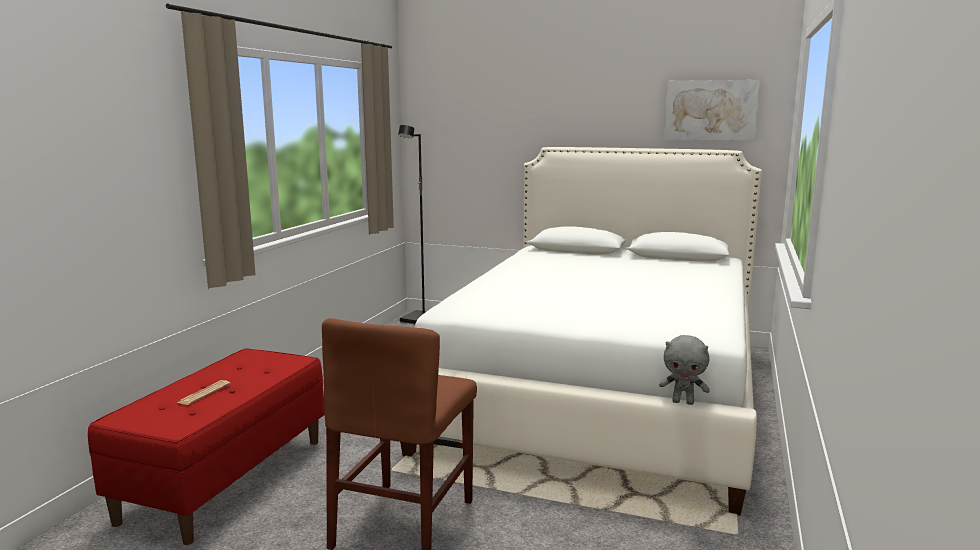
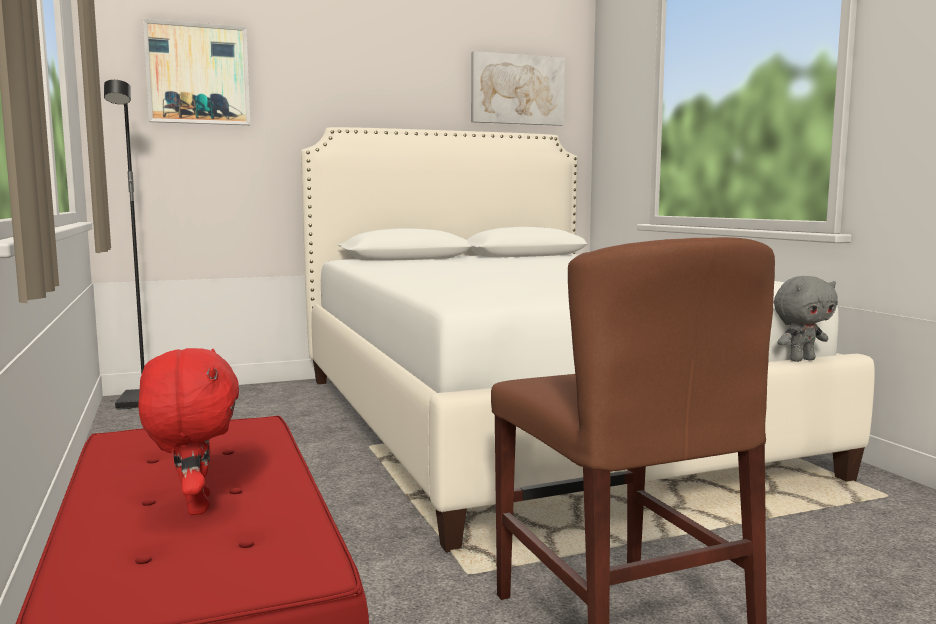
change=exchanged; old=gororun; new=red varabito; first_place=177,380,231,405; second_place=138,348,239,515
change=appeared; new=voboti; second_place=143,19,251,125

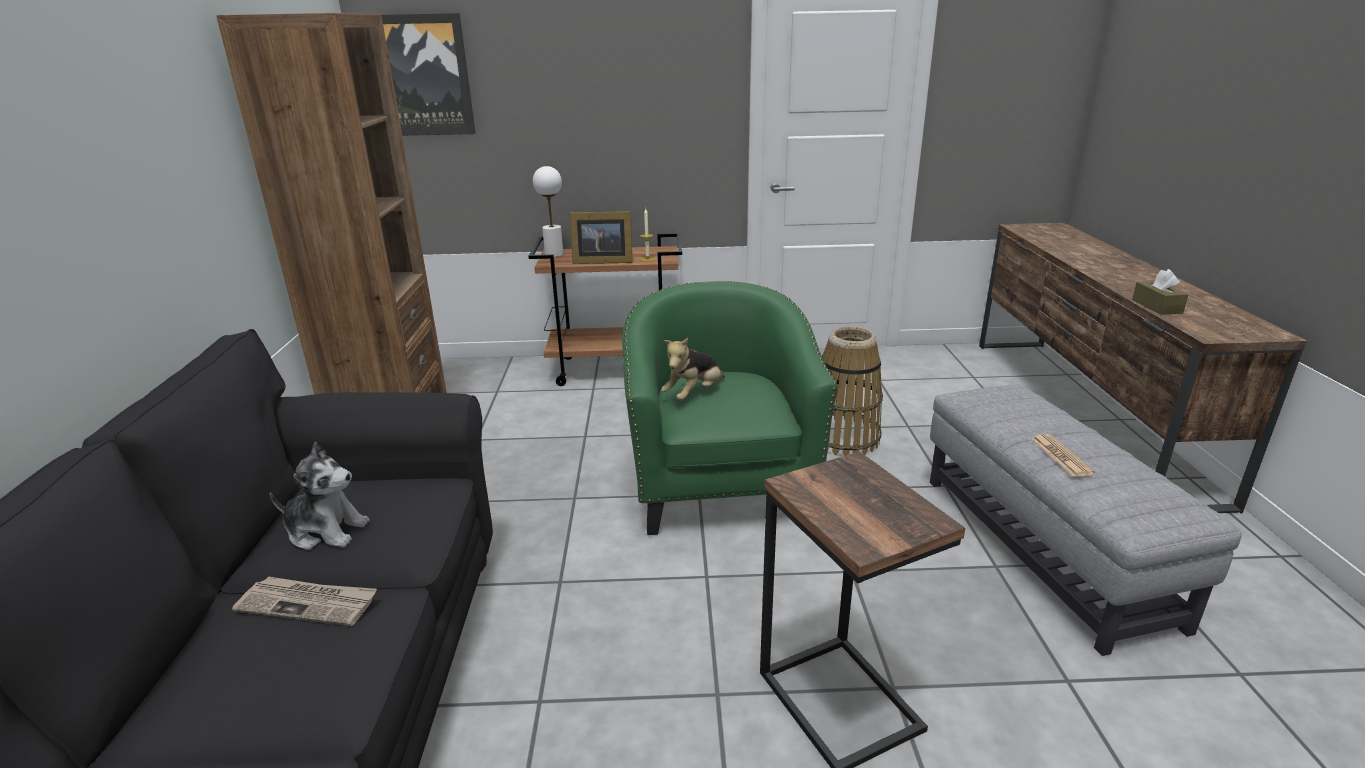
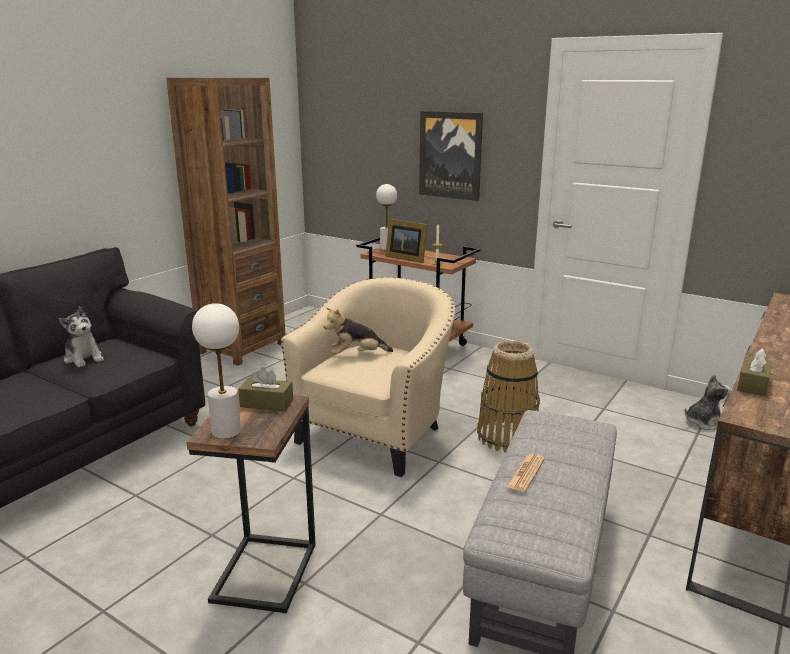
change=missing; old=gororun; first_place=232,577,377,626
change=relocated; old=voboti; first_place=382,13,476,136; second_place=419,111,483,201
change=colour; old=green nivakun; new=beige nivakun; first_place=622,281,838,535; second_place=281,277,455,477
change=appeared; new=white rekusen; second_place=192,303,241,439
change=appeared; new=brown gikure; second_place=238,367,293,411
change=appeared; new=varabito; second_place=685,375,731,430

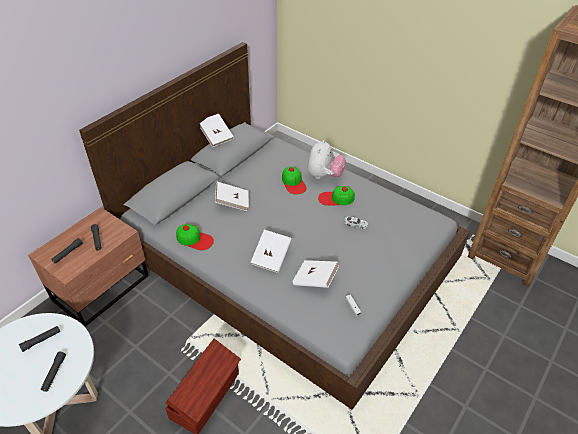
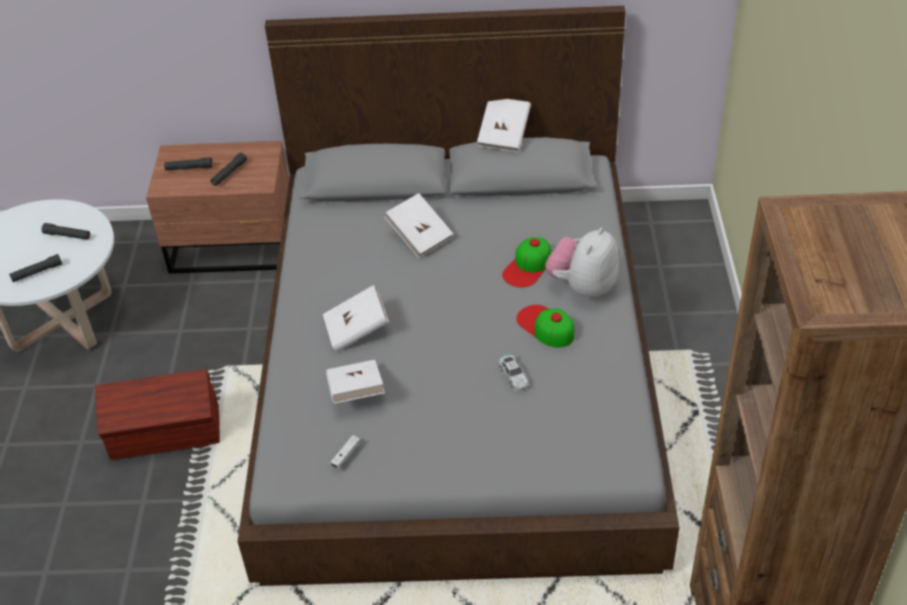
change=missing; old=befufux; first_place=176,224,214,250
change=spun; old=varabito; first_place=307,140,346,179; second_place=545,227,619,299; degrees=135

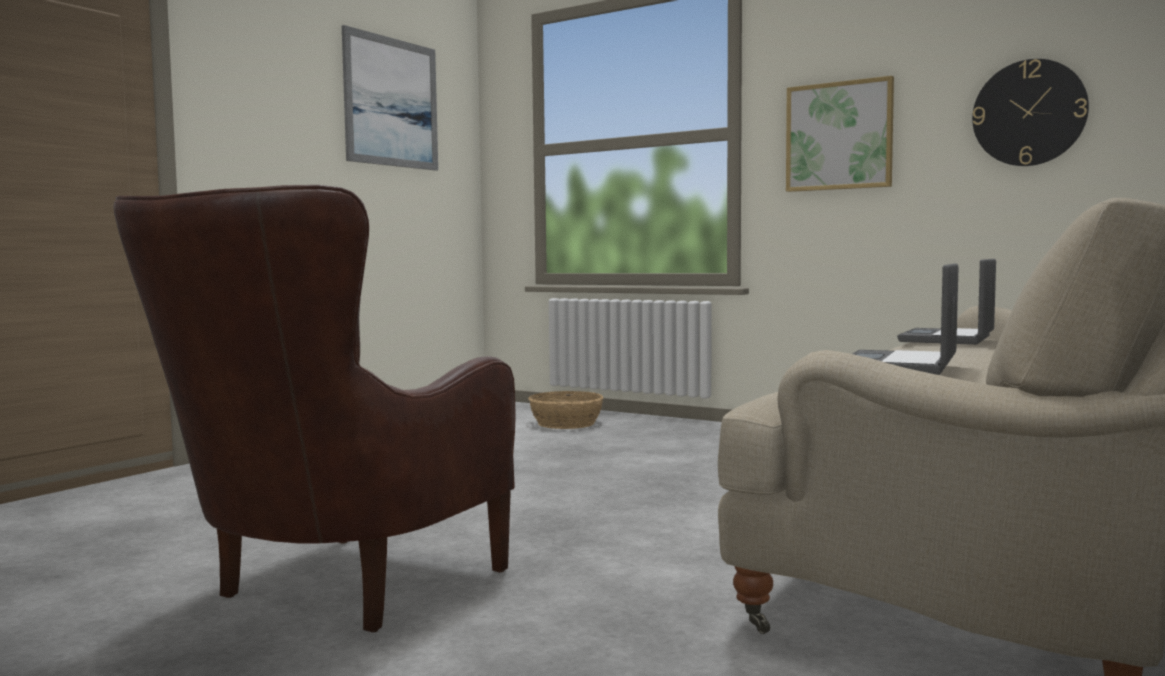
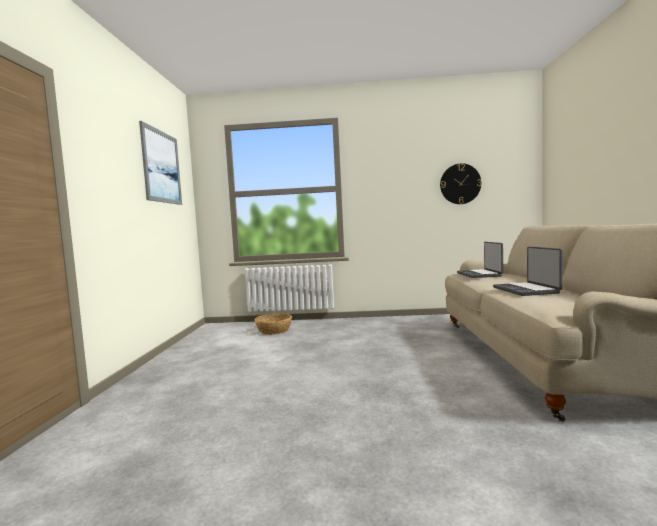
change=missing; old=brown nivakun; first_place=114,185,516,632
change=missing; old=voboti; first_place=786,76,894,192

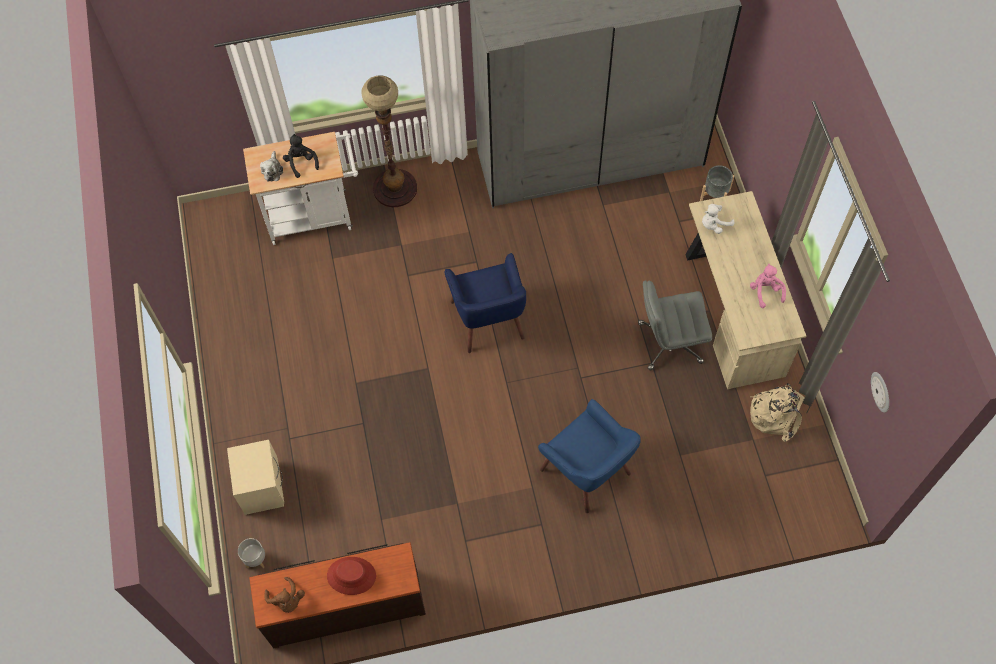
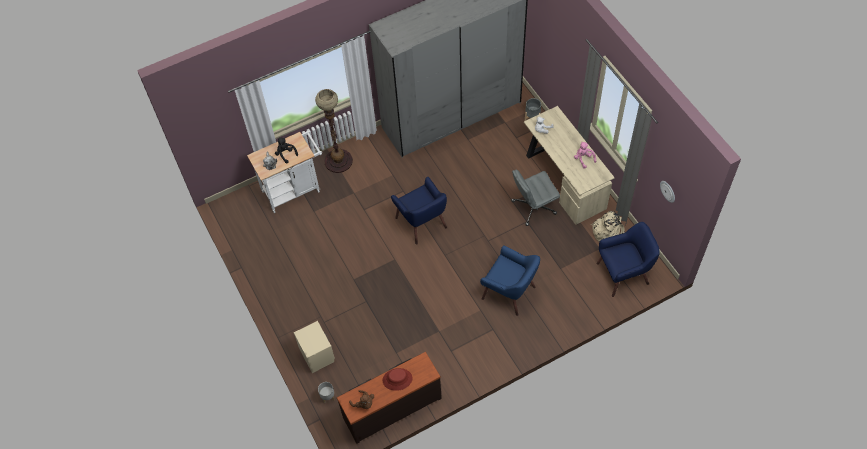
change=appeared; new=blue nivakun; second_place=596,222,660,297

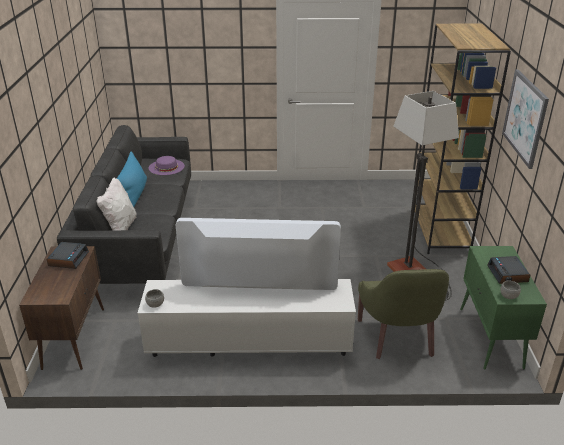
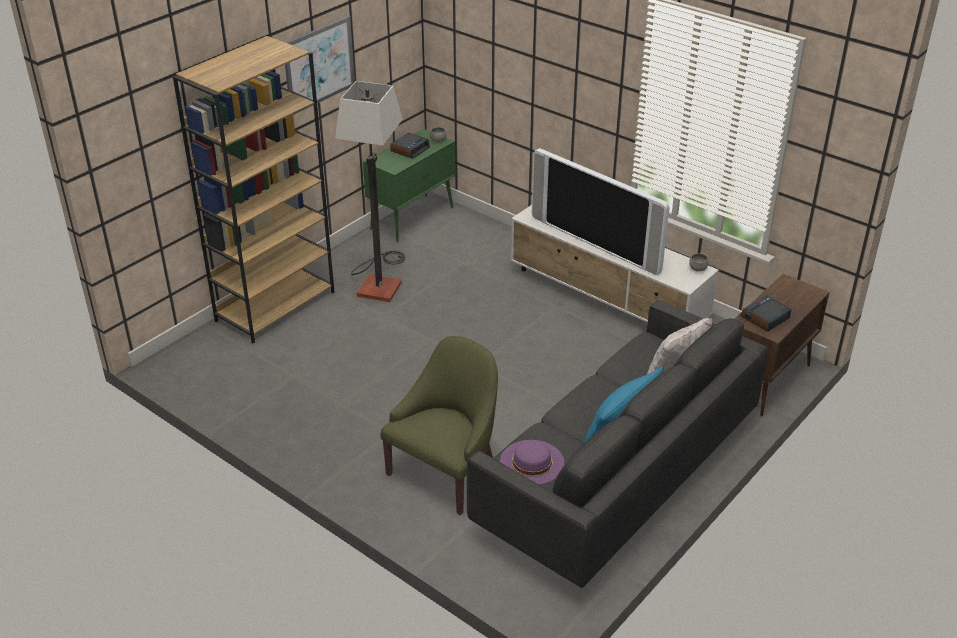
change=relocated; old=green nivakun; first_place=358,269,449,359; second_place=380,336,498,515

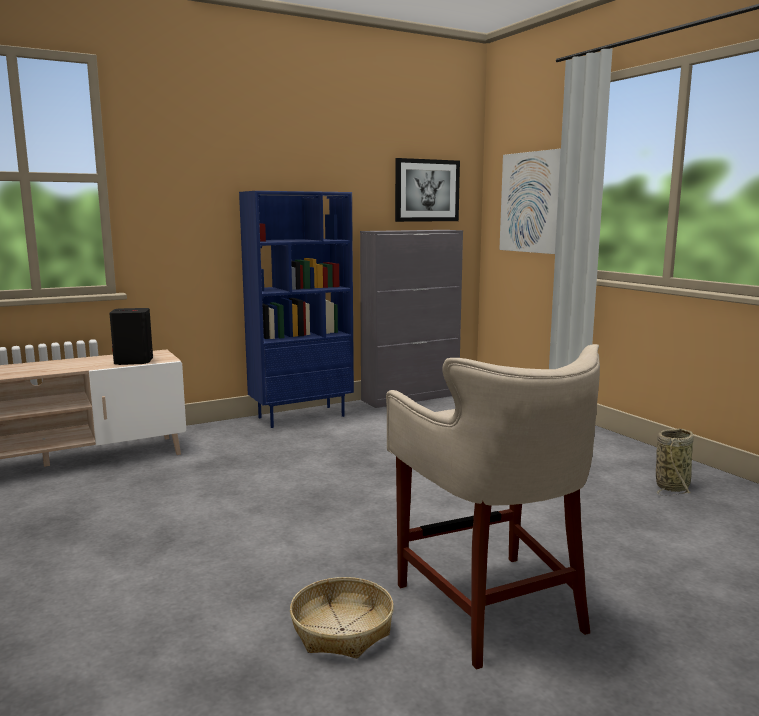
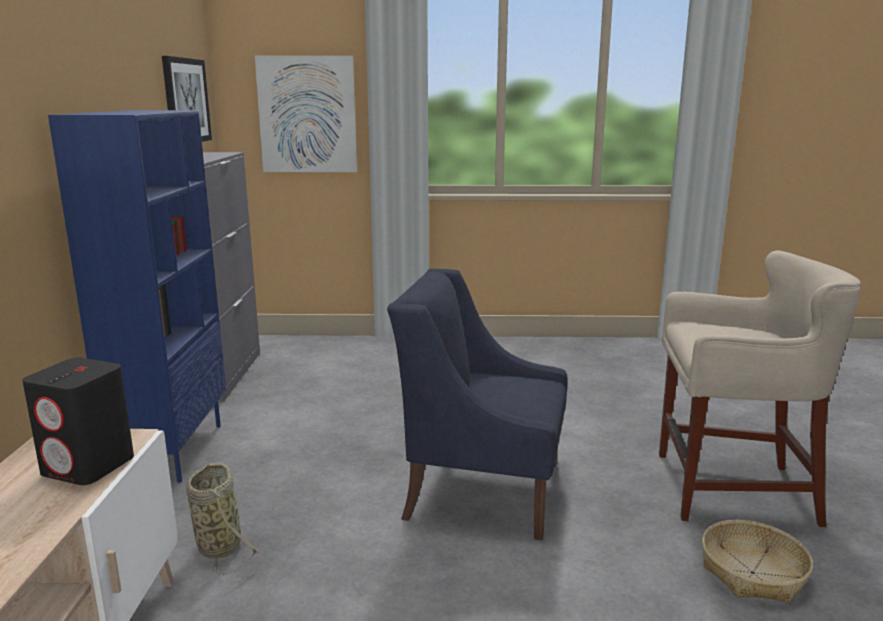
change=relocated; old=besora; first_place=656,429,694,496; second_place=186,463,260,575
change=appeared; new=blue nivakun; second_place=387,268,568,540

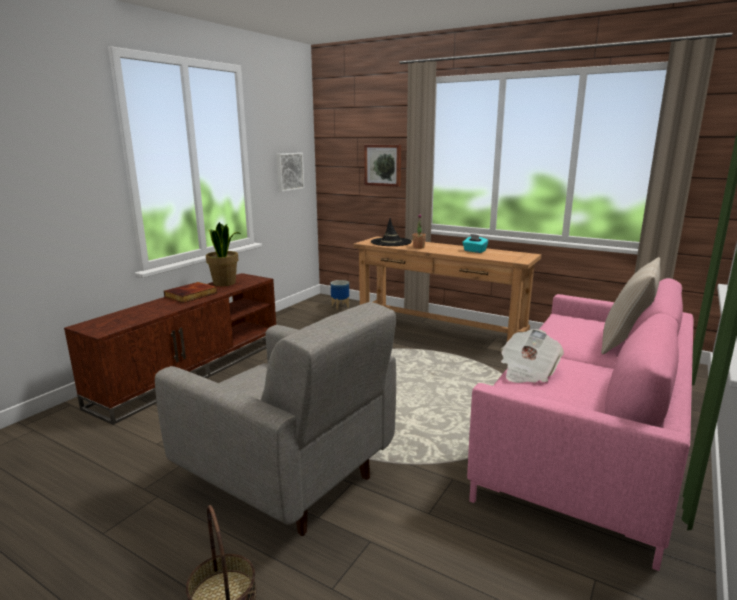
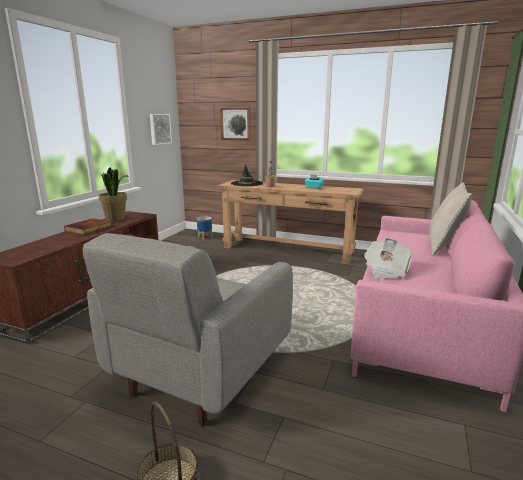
change=spun; old=grey nivakun; first_place=155,302,396,536; second_place=83,233,293,427; degrees=90

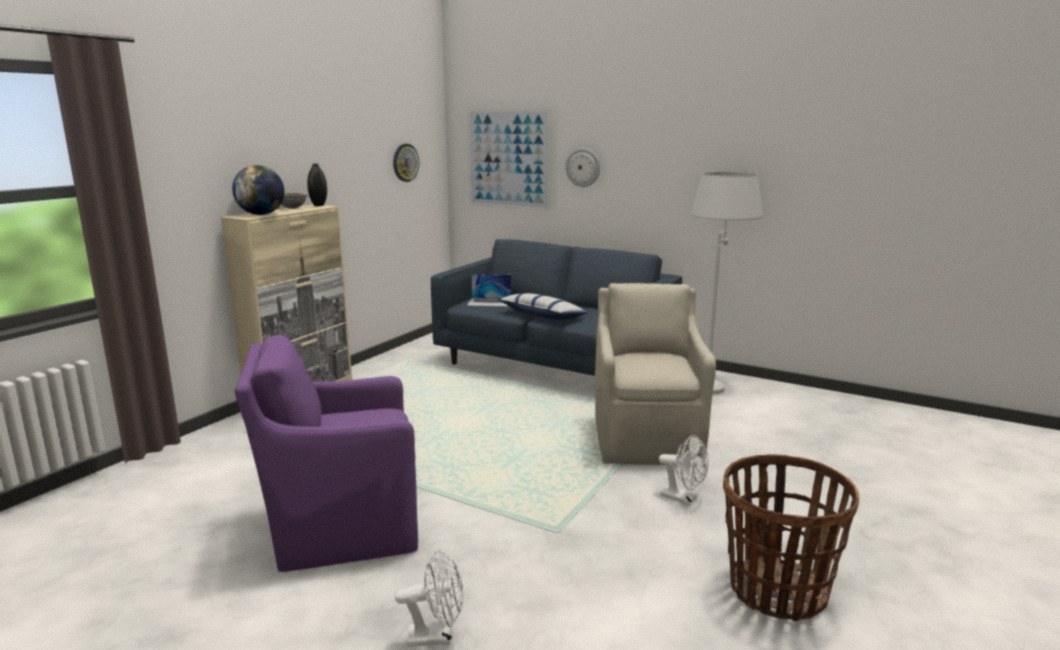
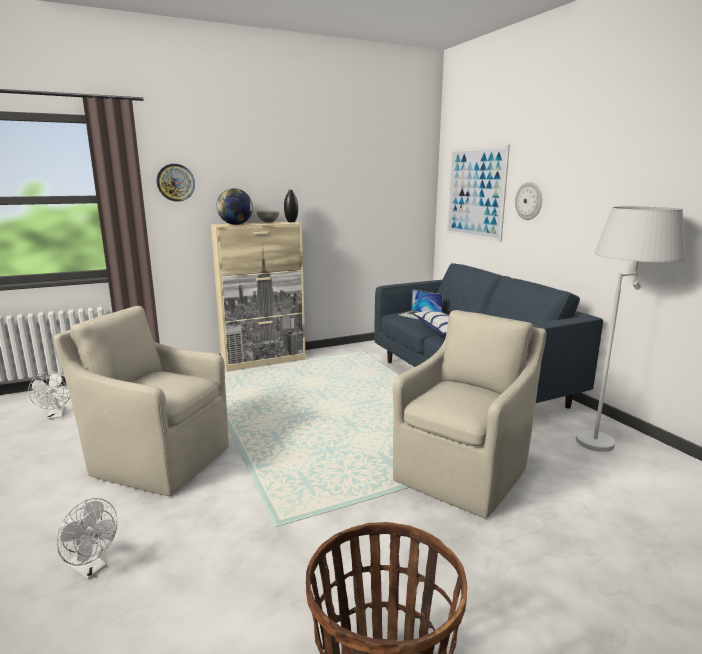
change=colour; old=purple nivakun; new=beige nivakun; first_place=235,335,418,572; second_place=53,306,229,496
change=relocated; old=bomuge; first_place=393,144,419,182; second_place=157,164,195,202
change=relocated; old=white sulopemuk; first_place=659,435,709,505; second_place=28,372,70,419

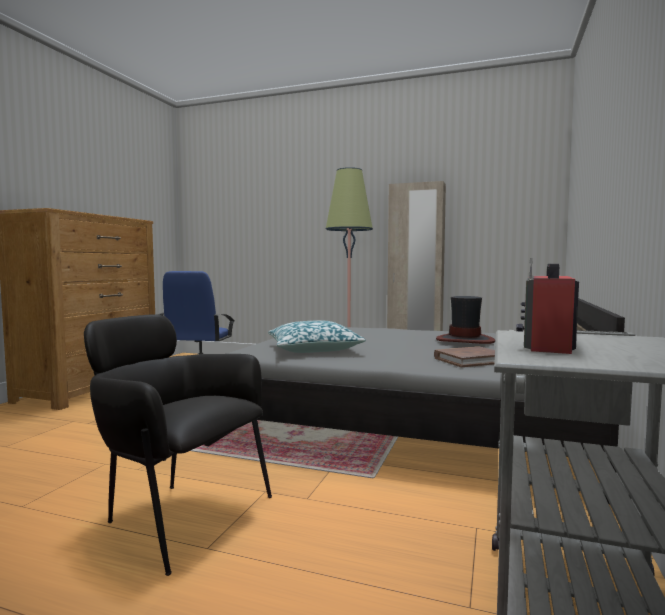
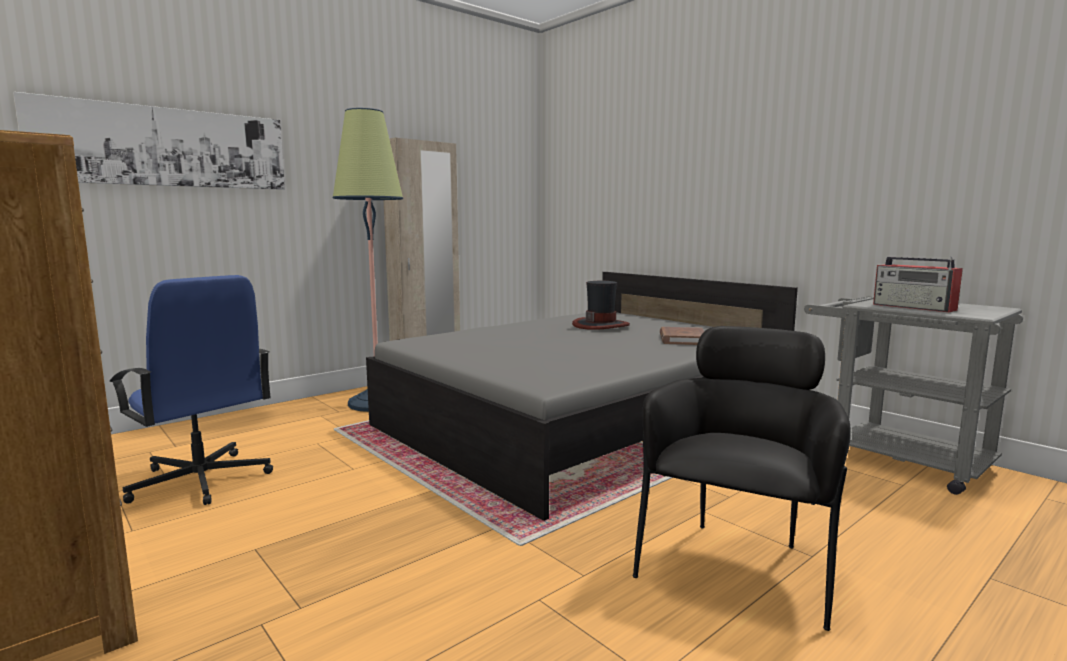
change=spun; old=black nivakun; first_place=84,314,272,576; second_place=632,326,851,631; degrees=150
change=missing; old=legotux; first_place=268,320,366,353
change=appeared; new=voboti; second_place=13,92,285,190

